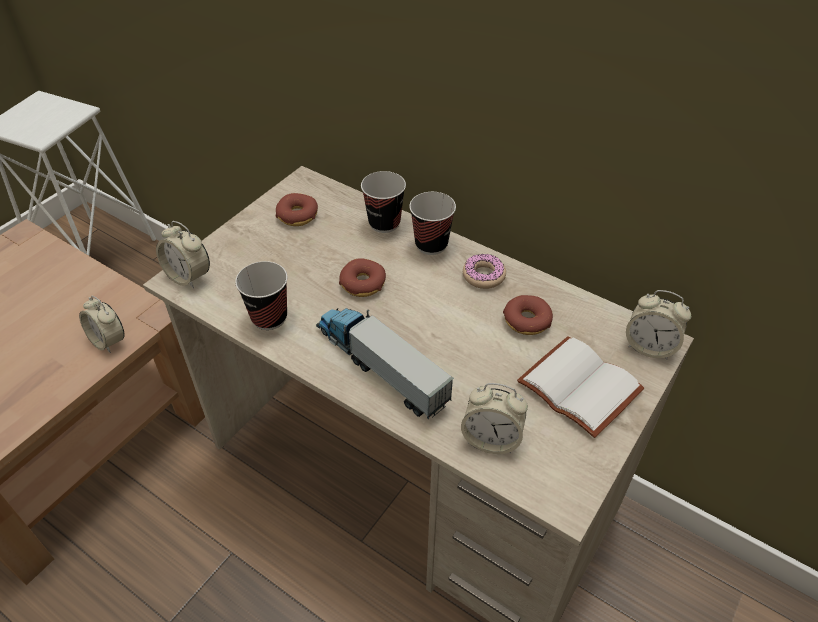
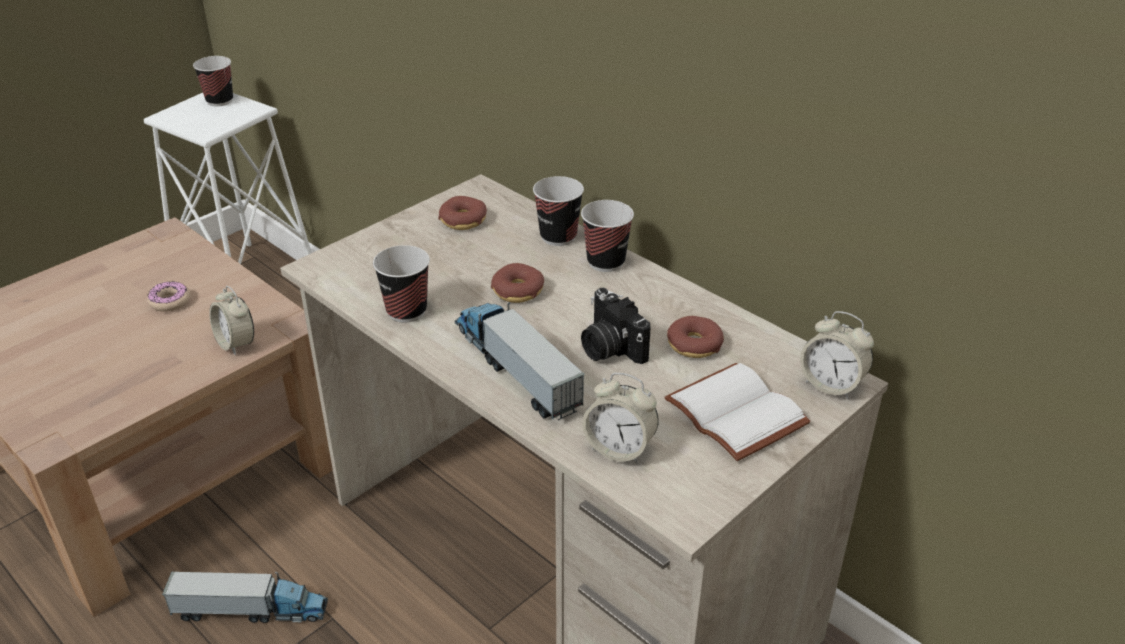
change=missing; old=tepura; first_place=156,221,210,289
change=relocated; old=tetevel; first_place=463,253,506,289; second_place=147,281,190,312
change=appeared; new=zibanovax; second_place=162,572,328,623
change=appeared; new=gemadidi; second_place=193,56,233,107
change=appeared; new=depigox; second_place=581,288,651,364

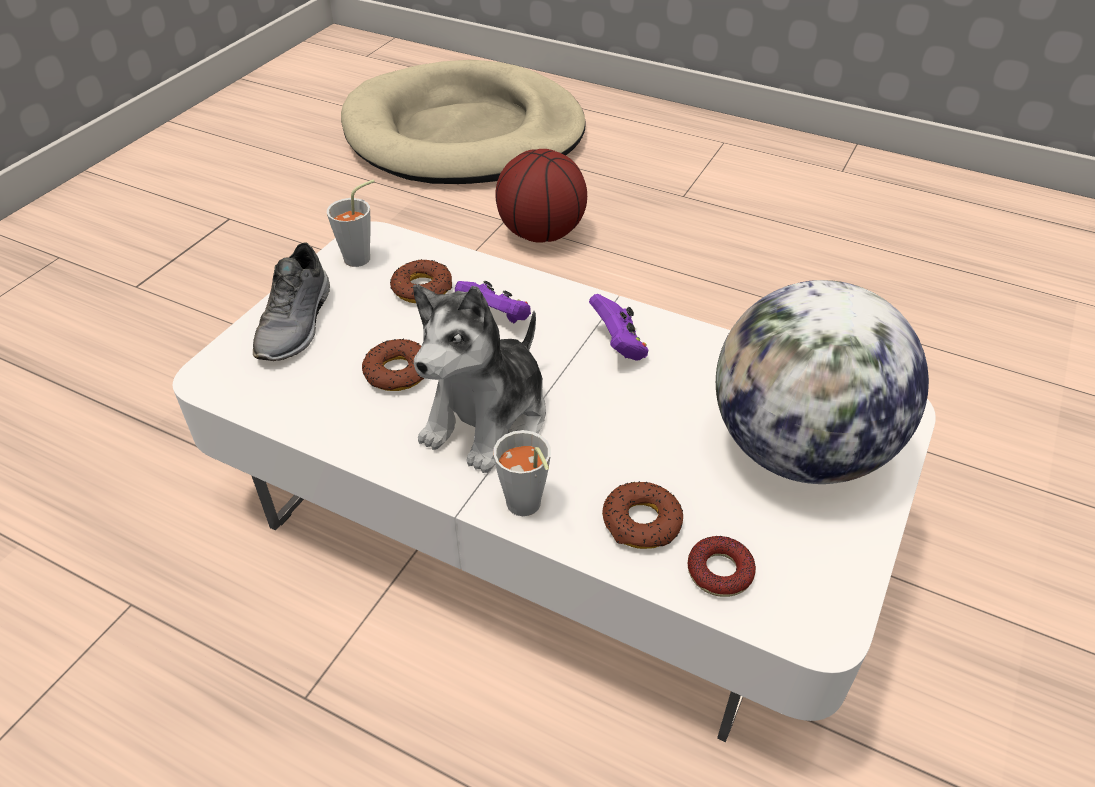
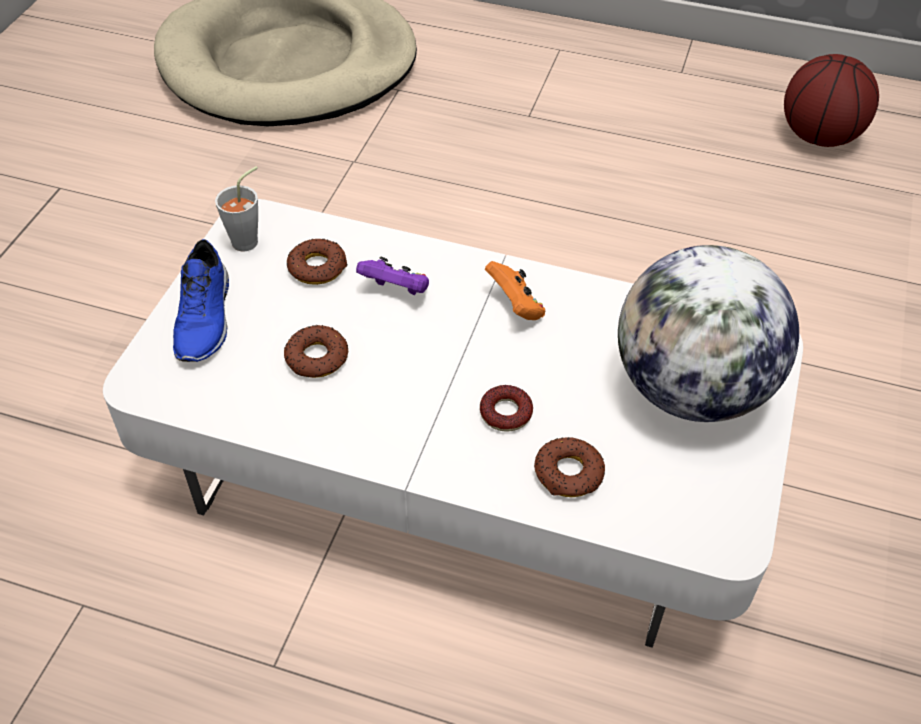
change=colour; old=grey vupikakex; new=blue vupikakex; first_place=253,242,330,361; second_place=173,239,229,362
change=missing; old=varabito; first_place=413,285,546,473
change=missing; old=grey gemadidi; first_place=493,430,551,516
change=relocated; old=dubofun; first_place=496,149,587,243; second_place=784,54,879,147
change=colour; old=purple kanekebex; new=orange kanekebex; first_place=589,294,648,361; second_place=485,261,545,320
change=relocated; old=tetevel; first_place=688,536,756,597; second_place=480,385,533,432

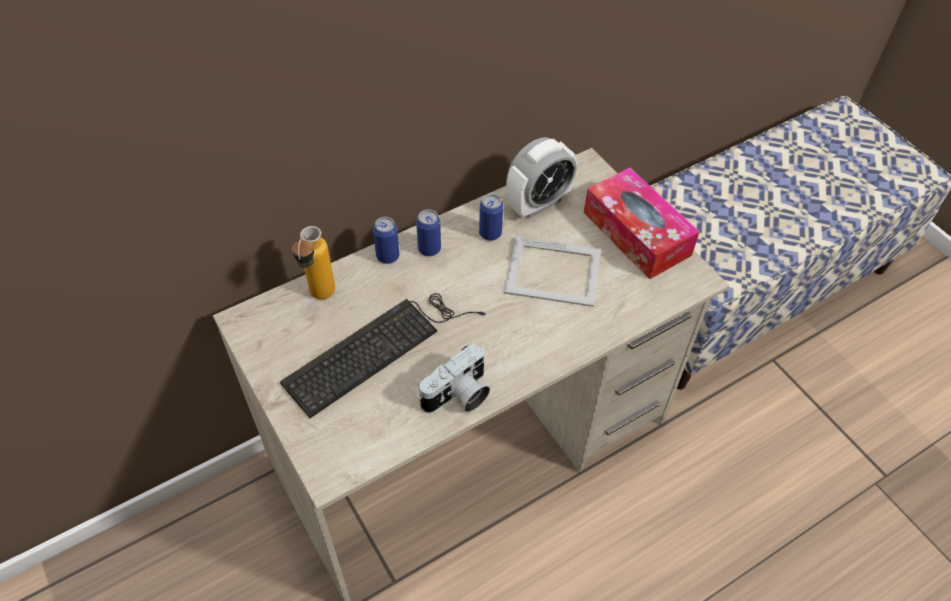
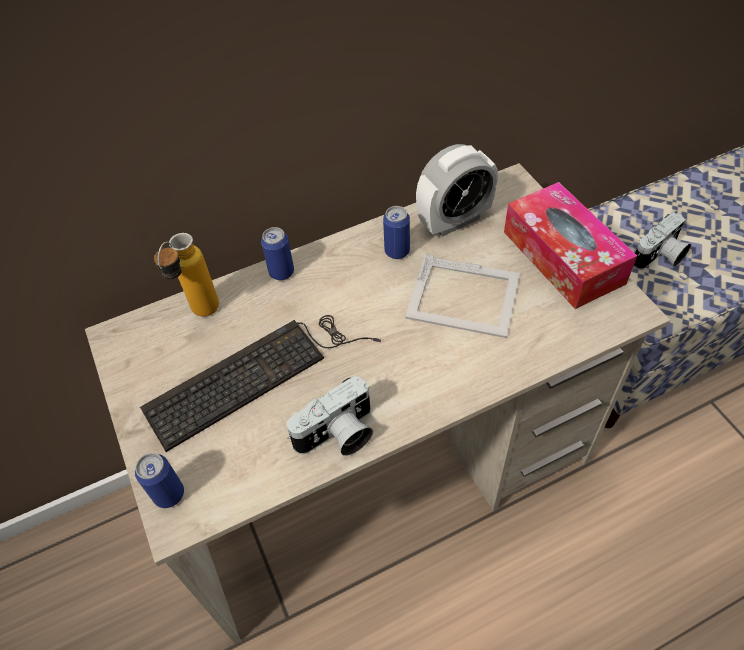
change=relocated; old=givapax; first_place=416,209,441,256; second_place=135,453,184,508
change=appeared; new=depigox; second_place=633,212,691,270

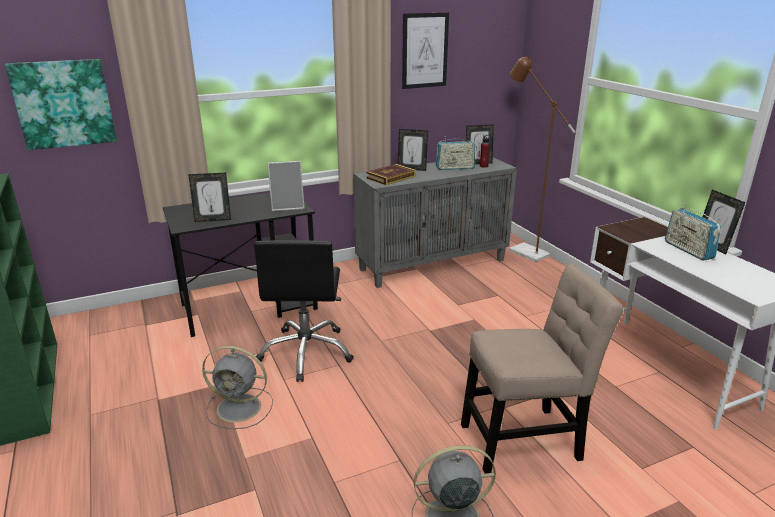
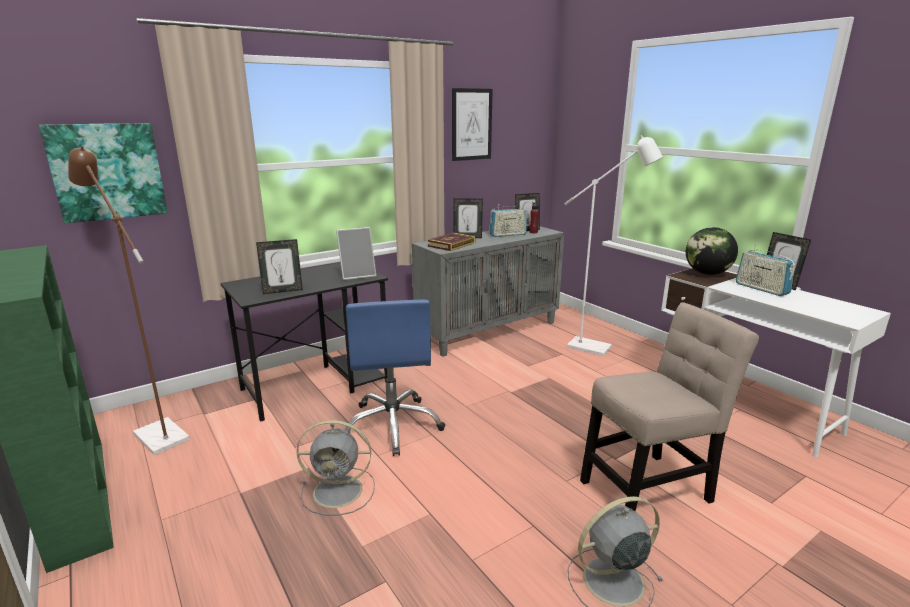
change=colour; old=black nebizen; new=blue nebizen; first_place=254,240,354,382; second_place=345,300,445,456
change=relocated; old=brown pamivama; first_place=509,56,575,262; second_place=68,146,190,455
change=appeared; new=white pamivama; second_place=564,135,663,356
change=appeared; new=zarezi; second_place=686,227,738,275

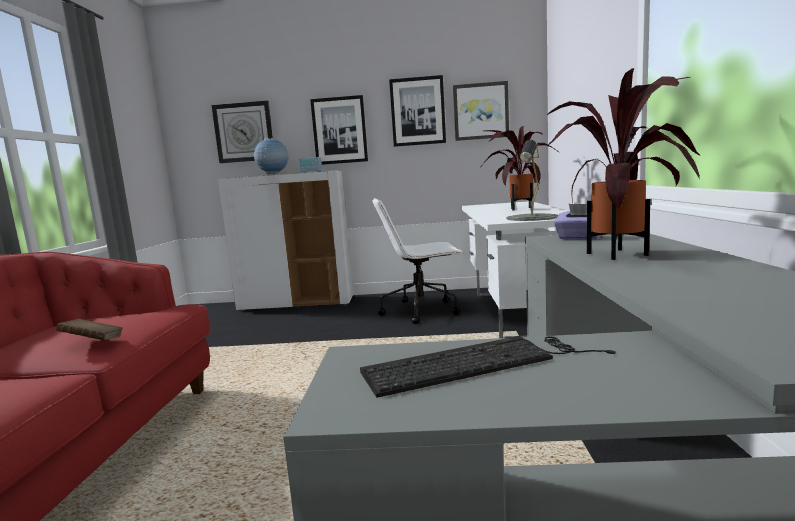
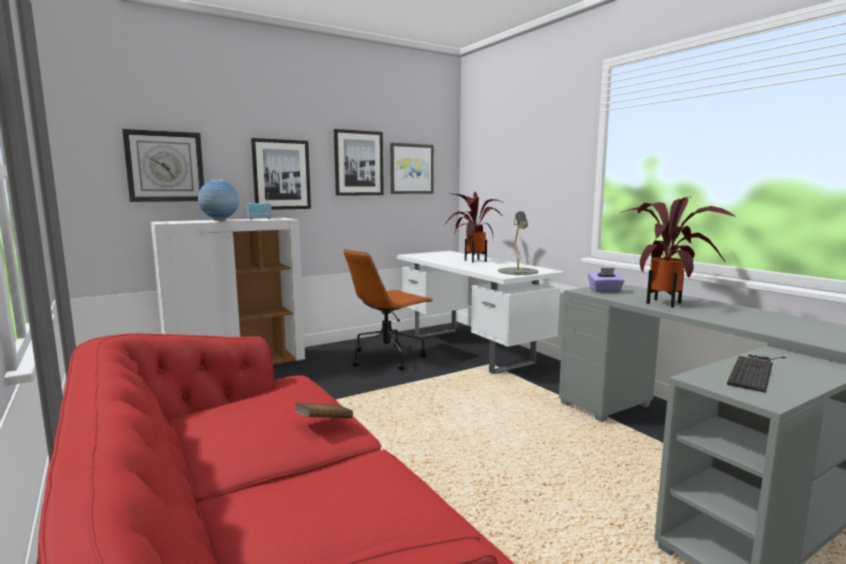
change=colour; old=white nebizen; new=brown nebizen; first_place=373,198,463,324; second_place=344,249,433,370

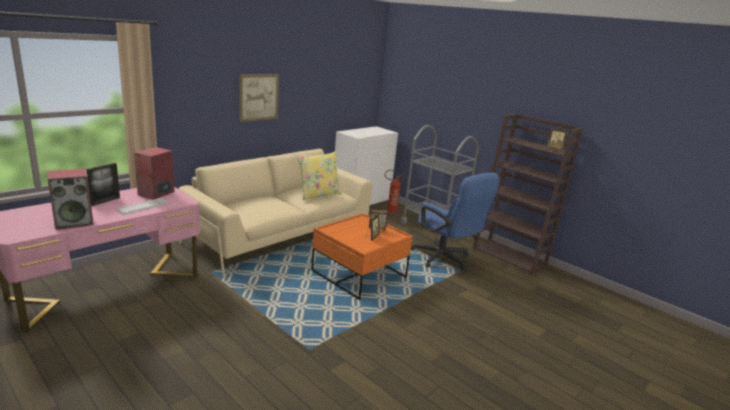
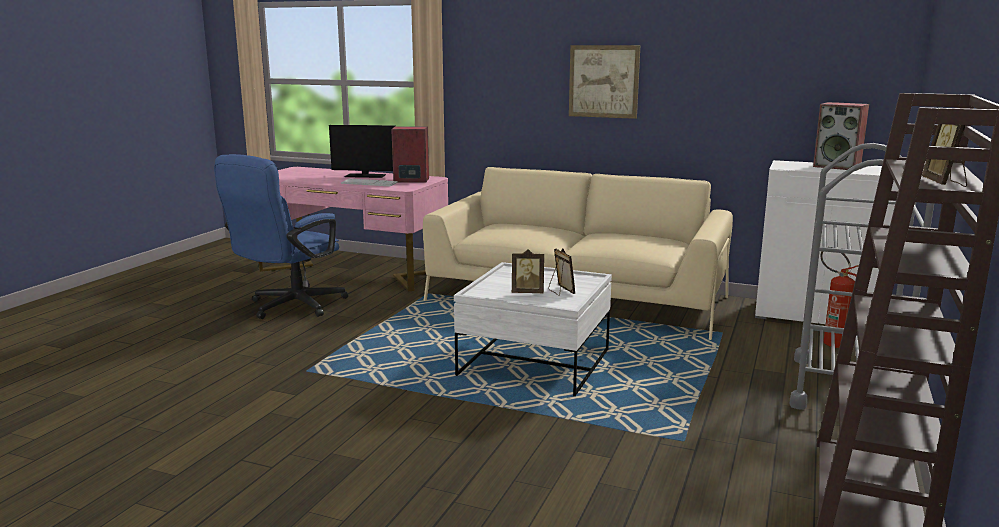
change=relocated; old=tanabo; first_place=47,168,94,230; second_place=813,102,869,170
change=exchanged; old=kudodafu; new=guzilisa; first_place=86,163,120,206; second_place=329,125,395,178
change=missing; old=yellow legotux; first_place=297,151,342,201
change=colour; old=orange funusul; new=white funusul; first_place=311,213,413,300; second_place=454,262,612,396
change=relocated; old=blue nebizen; first_place=411,173,499,270; second_place=214,154,349,319

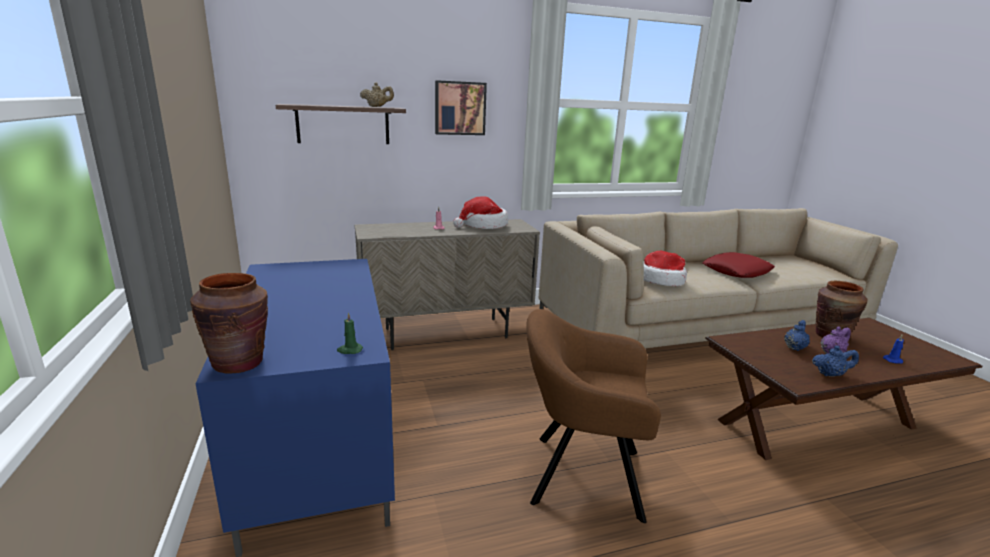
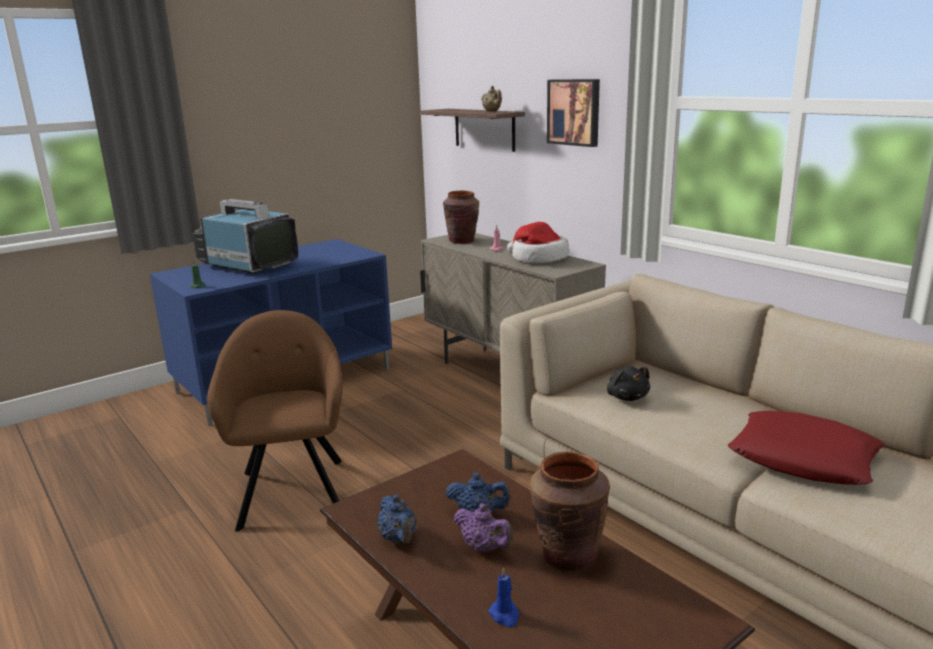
change=relocated; old=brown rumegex; first_place=190,273,268,373; second_place=443,191,479,244
change=exchanged; old=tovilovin; new=black varabito; first_place=643,251,687,286; second_place=607,366,650,401
change=appeared; new=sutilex; second_place=193,199,298,274

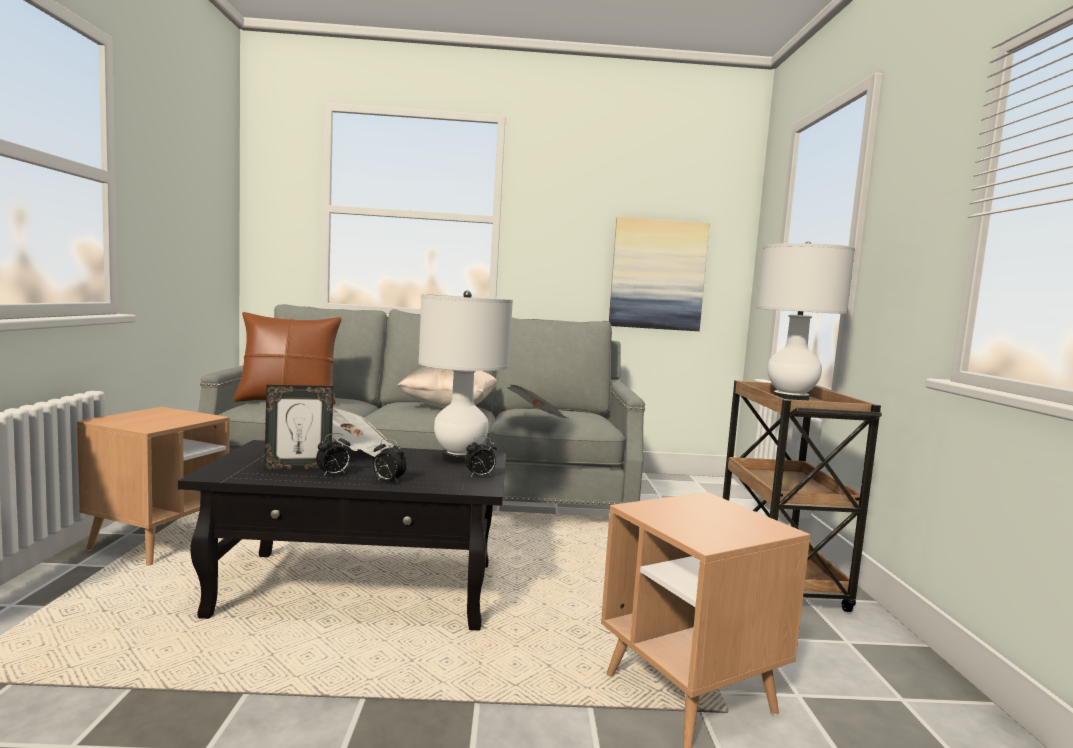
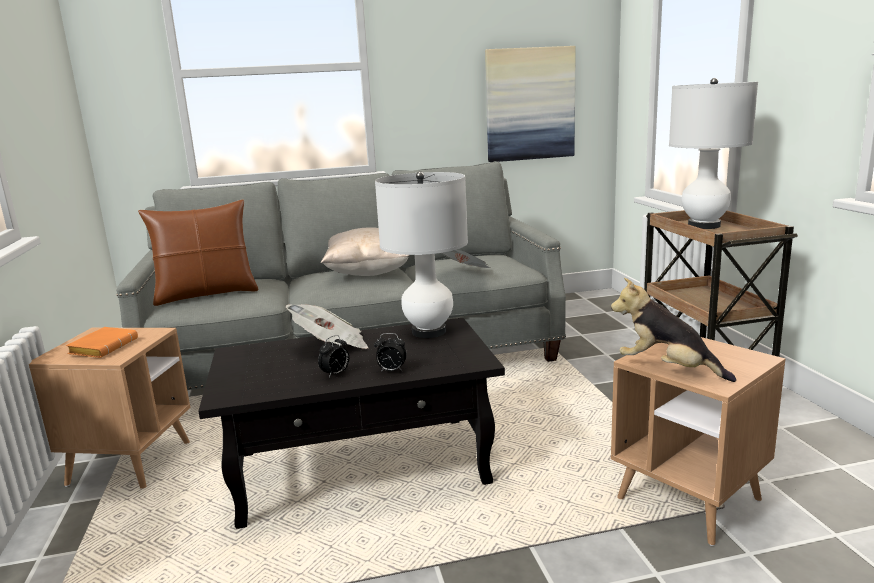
change=missing; old=kudodafu; first_place=264,385,333,471
change=missing; old=tepura; first_place=465,437,497,477
change=appeared; new=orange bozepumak; second_place=66,327,138,358
change=appeared; new=varabito; second_place=611,278,736,382

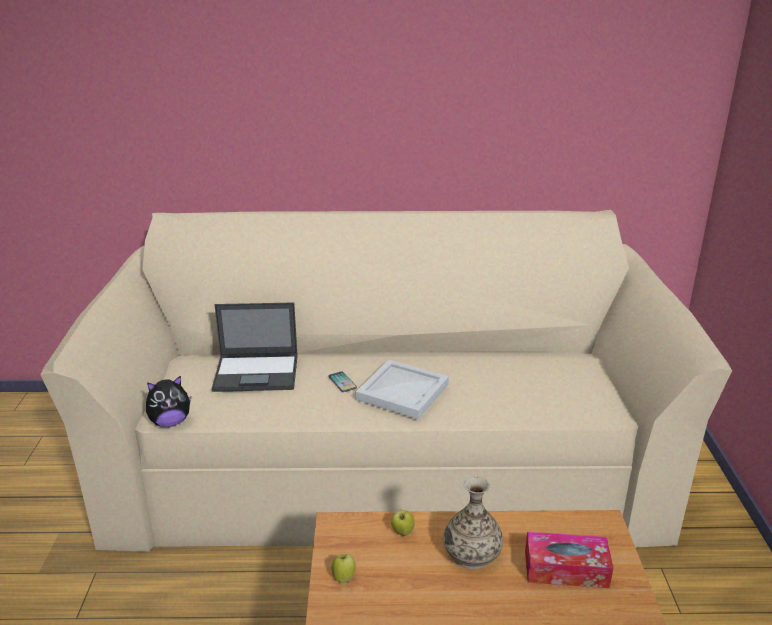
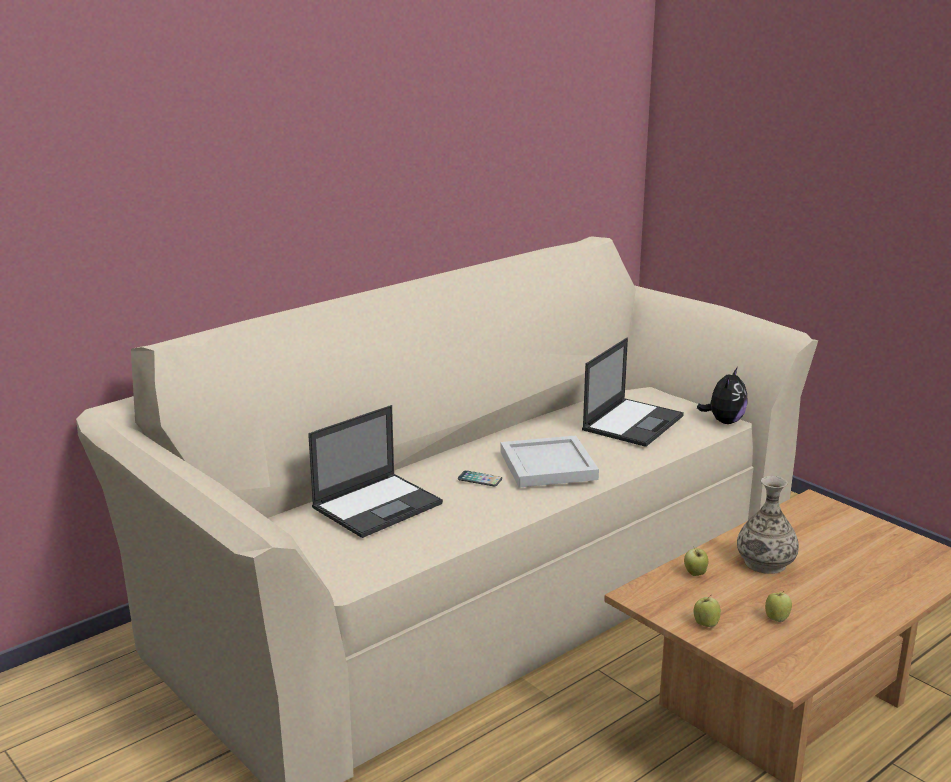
change=relocated; old=varabito; first_place=146,376,191,427; second_place=697,367,748,424
change=missing; old=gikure; first_place=525,532,613,588
change=appeared; new=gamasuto; second_place=582,338,684,447
change=appeared; new=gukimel; second_place=765,591,792,622

